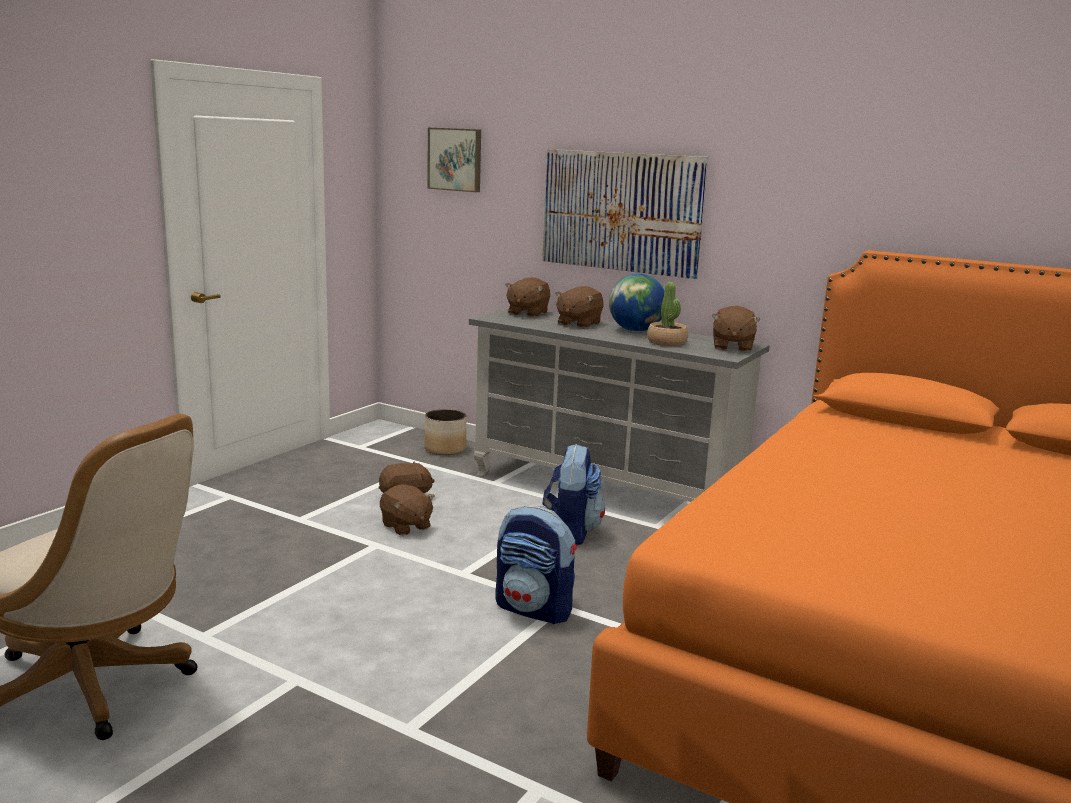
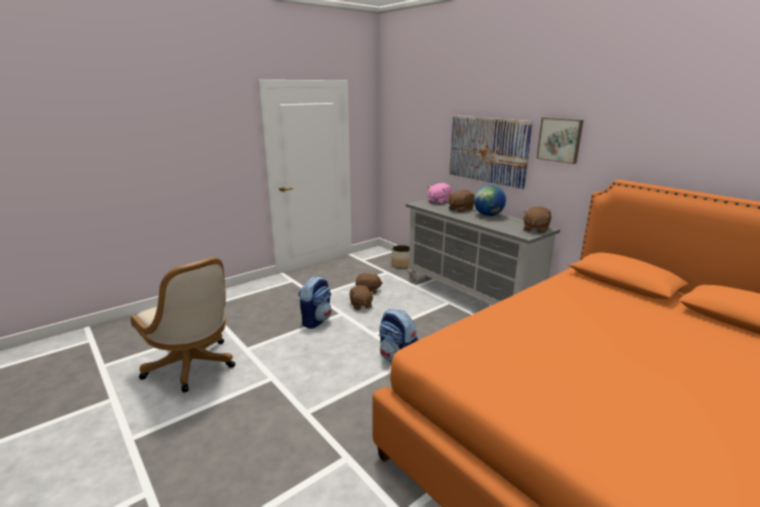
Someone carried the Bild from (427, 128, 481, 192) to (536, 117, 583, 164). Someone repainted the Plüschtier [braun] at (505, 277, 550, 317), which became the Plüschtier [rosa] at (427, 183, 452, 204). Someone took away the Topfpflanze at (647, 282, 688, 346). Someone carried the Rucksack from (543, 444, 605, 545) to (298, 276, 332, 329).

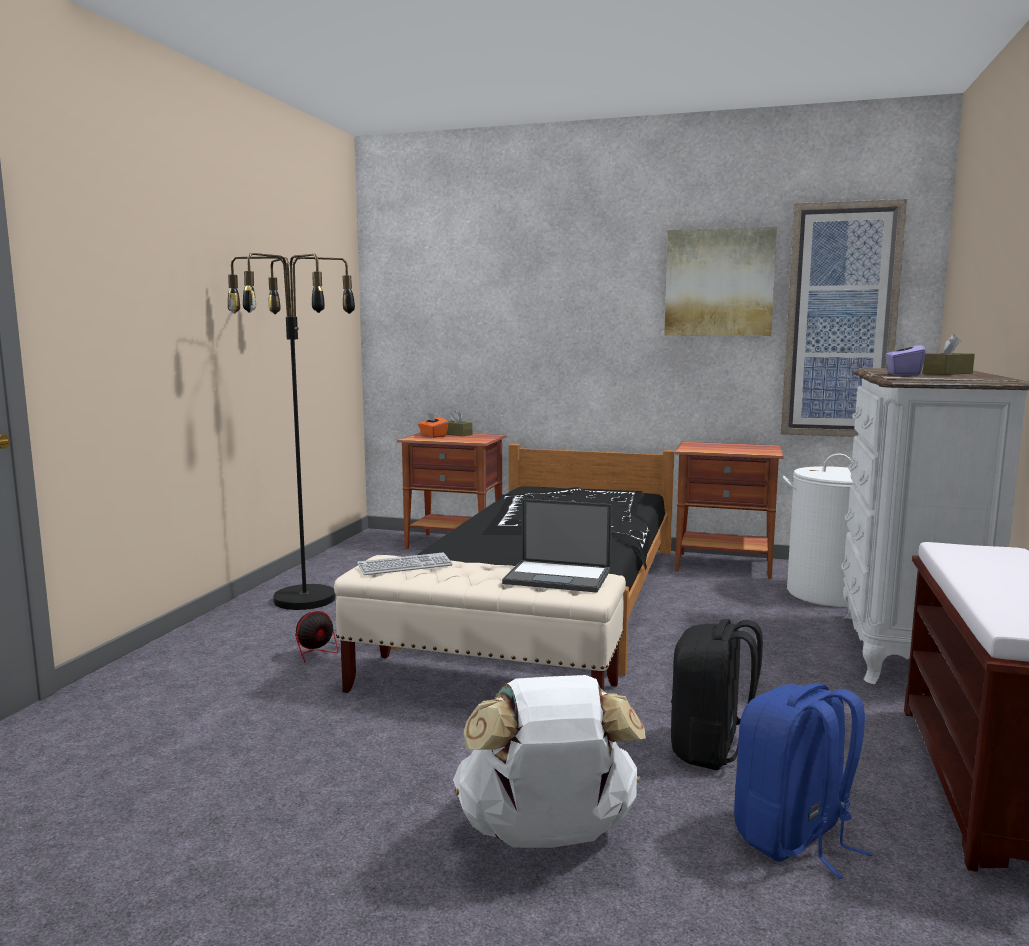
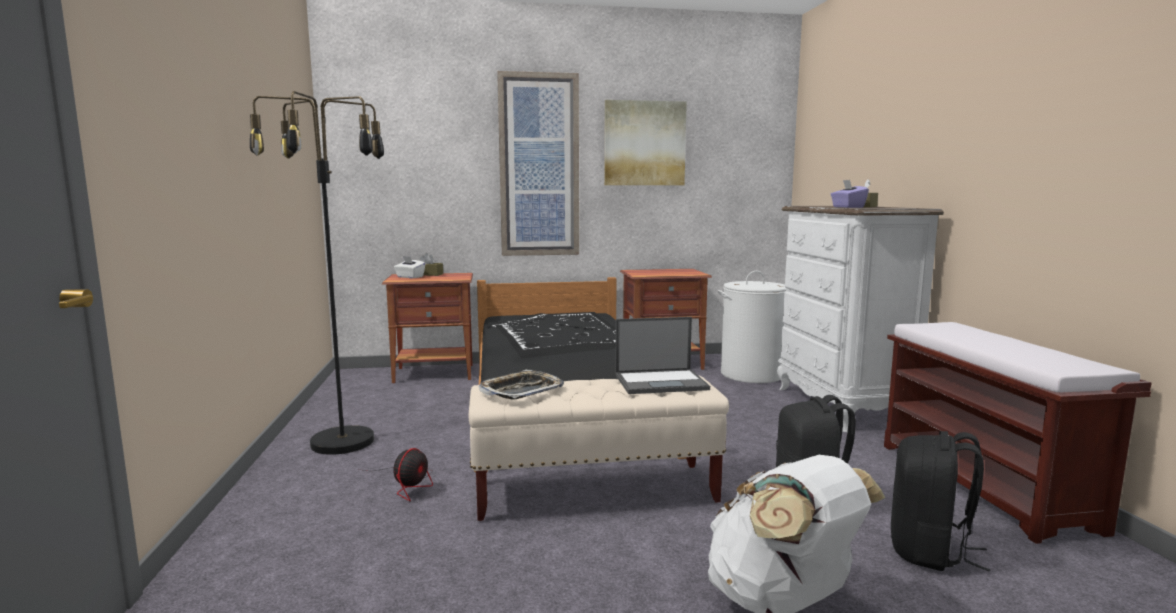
Someone carried the Bild from (781, 199, 907, 437) to (497, 71, 579, 256). Someone repainted the Taschentuchbox [orange] at (418, 413, 448, 438), which became the Taschentuchbox [weiß] at (394, 256, 425, 278). Someone swapped the Tastatur at (357, 553, 453, 575) for the Tablett at (478, 370, 564, 399). Someone repainted the Rucksack [blau] at (734, 683, 873, 879), which became the Rucksack [schwarz] at (891, 431, 991, 572).

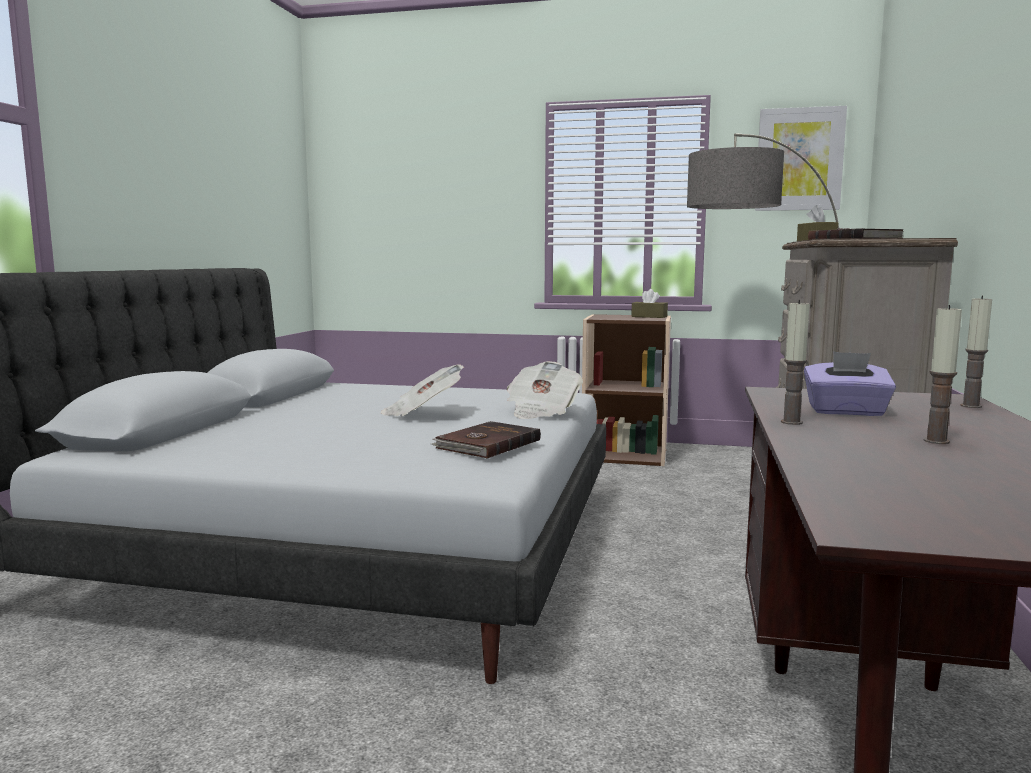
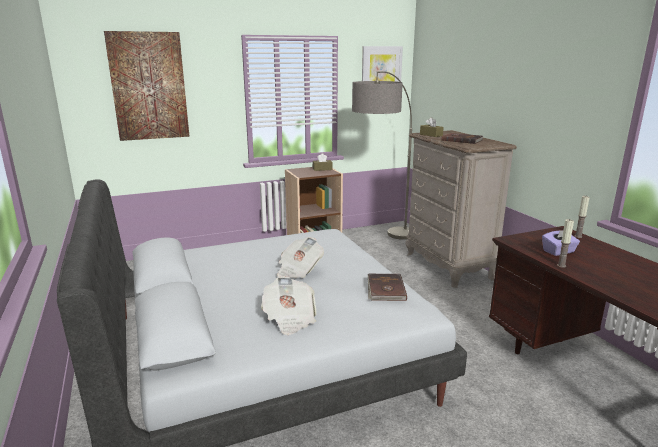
Someone took away the Kerze at (924, 305, 962, 444). Someone carried the Zeitung from (507, 361, 583, 419) to (261, 276, 316, 335). Someone put up the Bild at (104, 31, 190, 141).

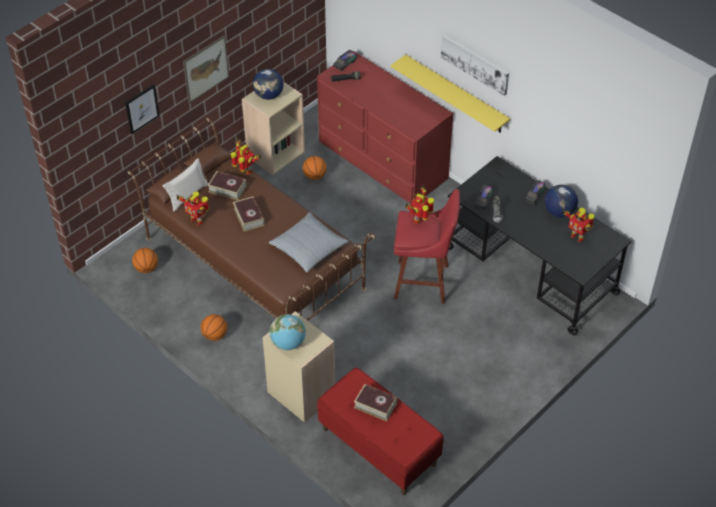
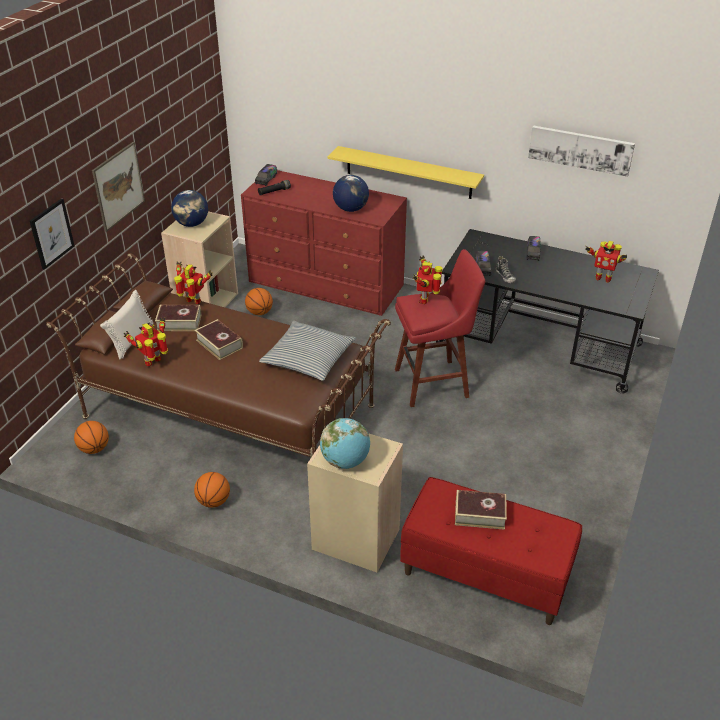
Someone carried the Bild from (441, 35, 509, 96) to (528, 125, 635, 177). Someone carried the Globus from (545, 184, 578, 218) to (333, 175, 369, 212). Someone rotated the Spielzeugroboter at (176, 192, 209, 226) by 120 degrees clockwise.

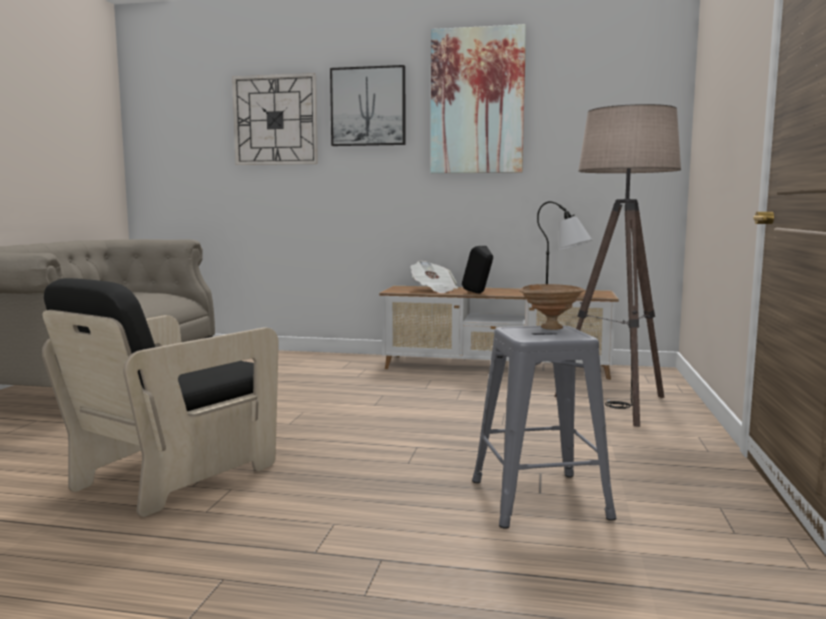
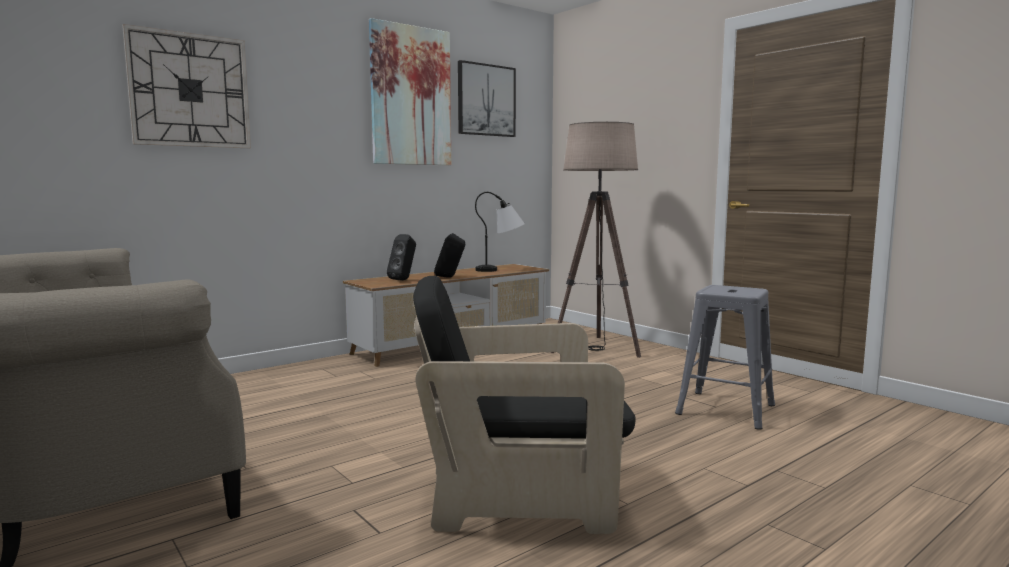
Someone carried the Bild from (330, 65, 405, 146) to (458, 60, 516, 137). Someone swapped the Zeitung at (411, 261, 458, 293) for the Lautsprecher [schwarz] at (387, 234, 416, 280). Someone rotated the Sessel [schwarz] at (42, 278, 279, 517) by 105 degrees clockwise. Someone took away the Schüssel [braun] at (519, 284, 585, 330).

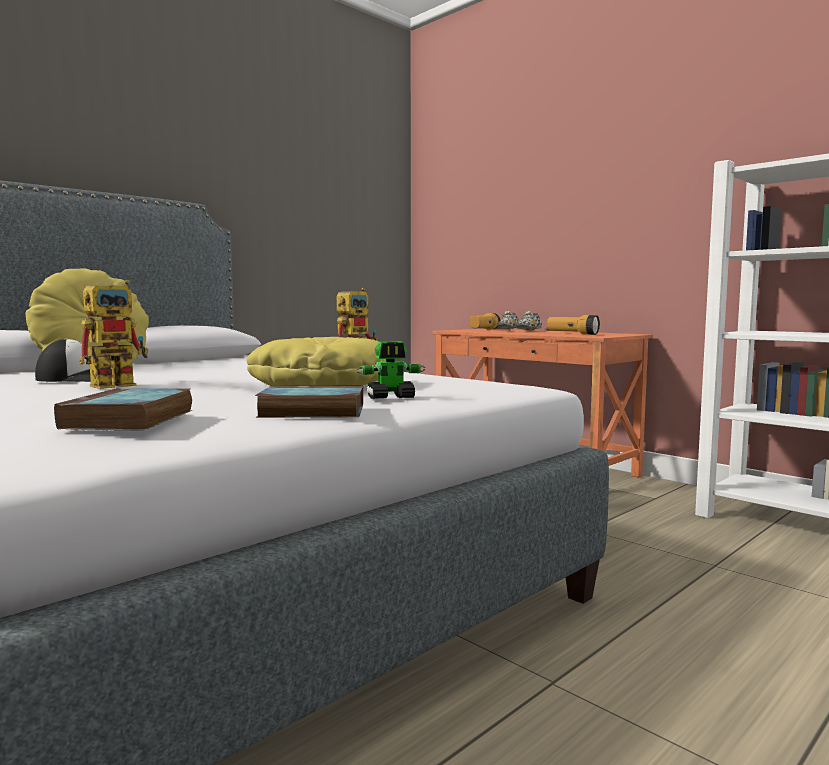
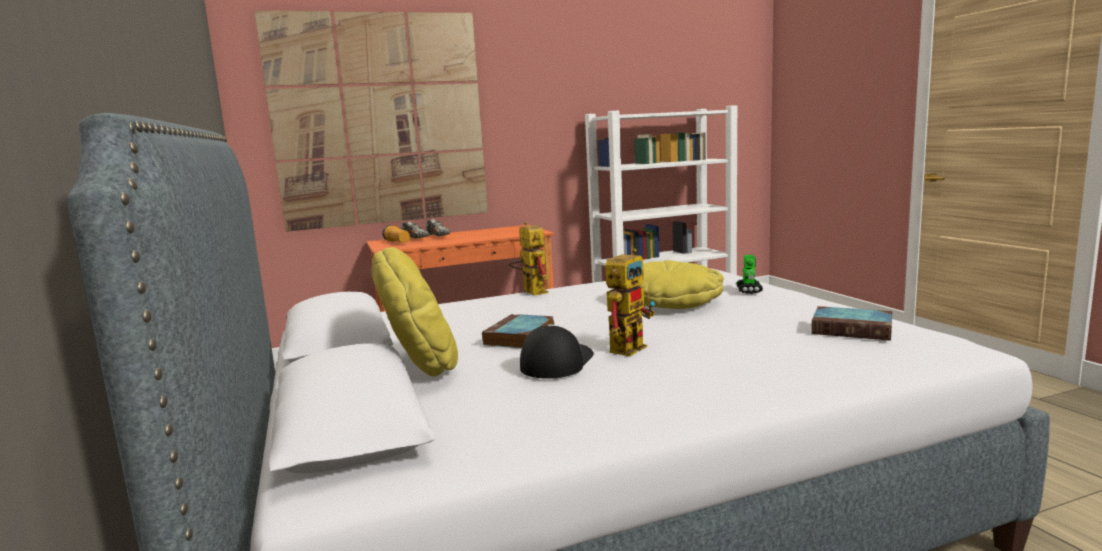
Someone rotated the Spielzeugroboter at (79, 280, 148, 389) by 60 degrees clockwise. Someone took away the Taschenlampe at (547, 315, 600, 335). Someone carried the Buch from (255, 386, 363, 418) to (482, 314, 554, 349). Someone put up the Bild at (254, 11, 488, 232).

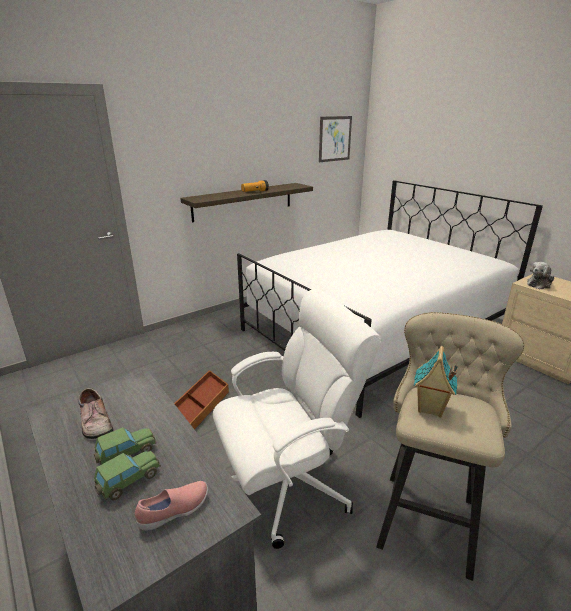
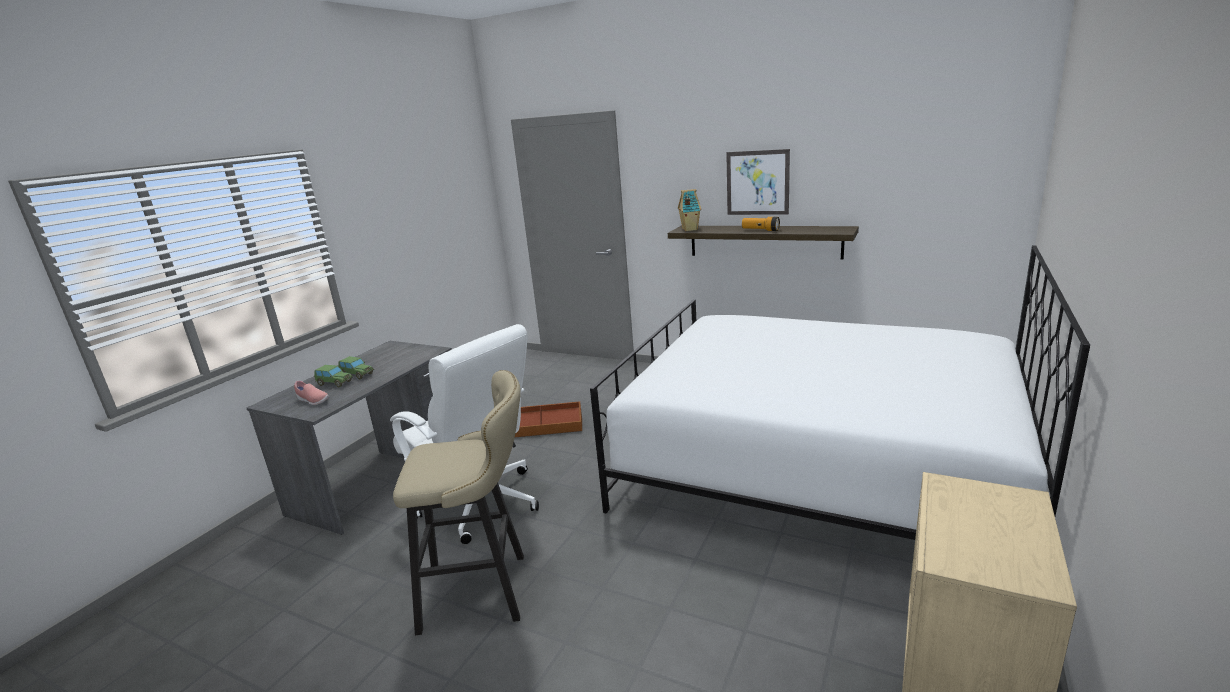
Someone carried the Bild from (319, 116, 352, 162) to (726, 149, 790, 215). Someone took away the Plüschtier at (527, 262, 554, 289). Someone carried the Spielzeughaus from (414, 346, 458, 418) to (678, 189, 701, 231). Someone took away the Schuh at (79, 388, 114, 439).

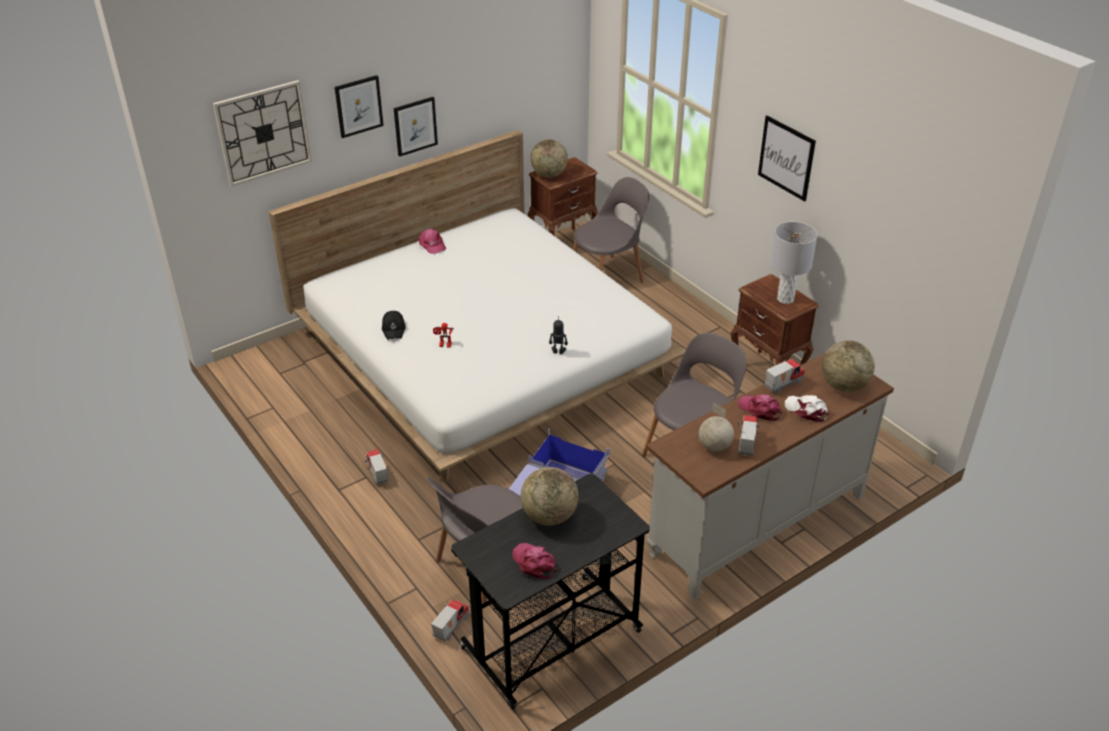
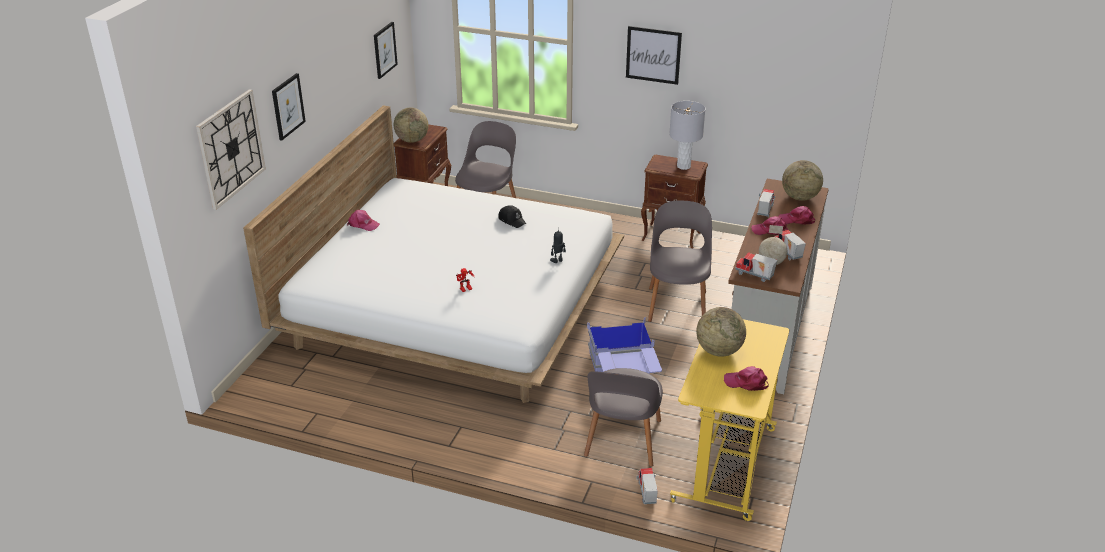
Someone carried the Bild from (394, 97, 438, 157) to (374, 22, 398, 79). Someone carried the Kappe [schwarz] from (382, 311, 406, 340) to (498, 205, 526, 228). Someone repainted the Kappe [weiß] at (785, 395, 830, 422), which became the Kappe [rosa] at (779, 206, 815, 224). Someone carried the Spielzeuglaster from (365, 449, 388, 484) to (735, 252, 778, 282). Someone repainted the Schreibtisch [schwarz] at (451, 474, 650, 710), which became the Schreibtisch [gelb] at (670, 319, 789, 521).

